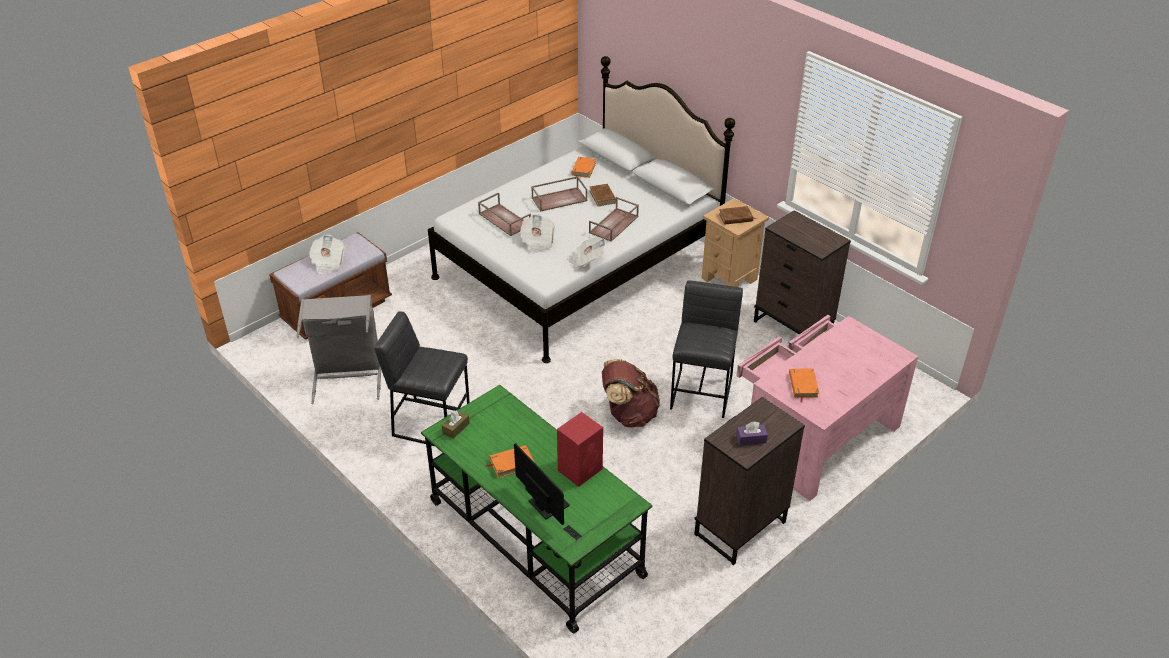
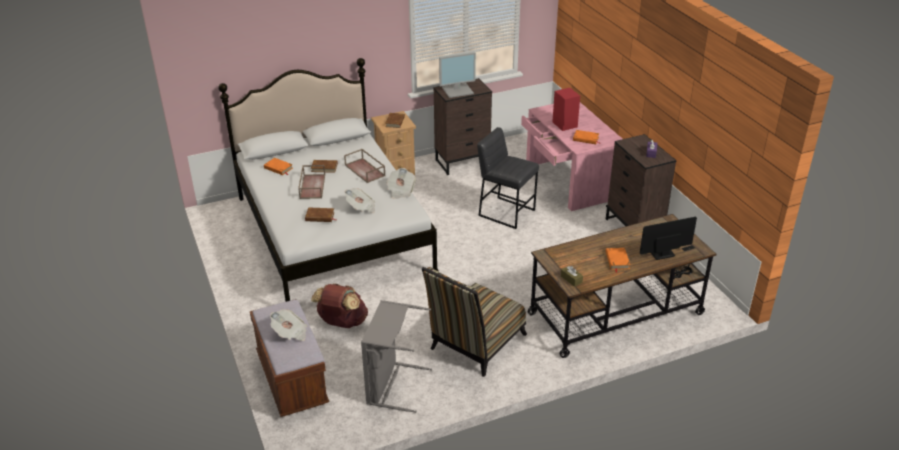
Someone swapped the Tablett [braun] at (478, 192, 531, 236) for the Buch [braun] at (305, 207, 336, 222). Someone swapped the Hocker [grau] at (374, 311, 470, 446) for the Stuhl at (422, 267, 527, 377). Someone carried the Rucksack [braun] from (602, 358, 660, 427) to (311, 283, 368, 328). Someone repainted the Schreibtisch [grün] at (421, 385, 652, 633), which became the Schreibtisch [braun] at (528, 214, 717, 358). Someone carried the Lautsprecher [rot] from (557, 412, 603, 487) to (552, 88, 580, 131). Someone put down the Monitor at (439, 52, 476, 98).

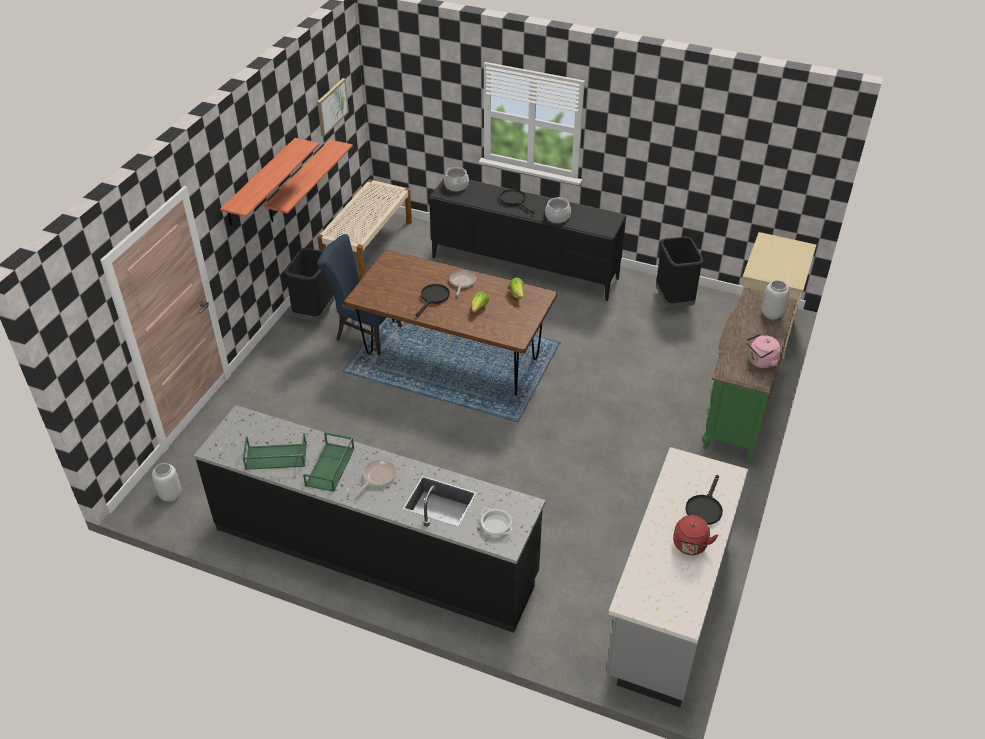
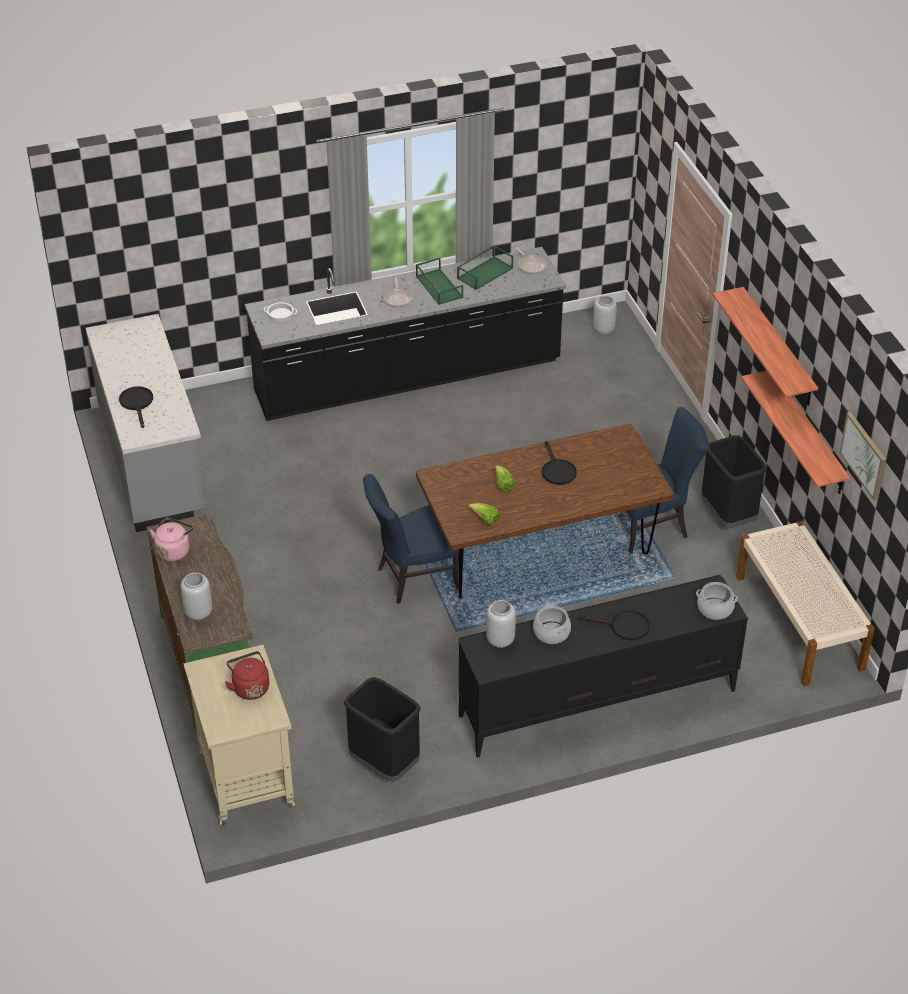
Someone carried the Pfanne from (450, 270, 476, 295) to (516, 248, 547, 274). Someone carried the Wasserkessel [rot] from (673, 515, 718, 555) to (225, 651, 269, 700). Someone put down the Stuhl [blau] at (363, 474, 459, 604). Someone put down the Vase [grau] at (486, 600, 516, 648).

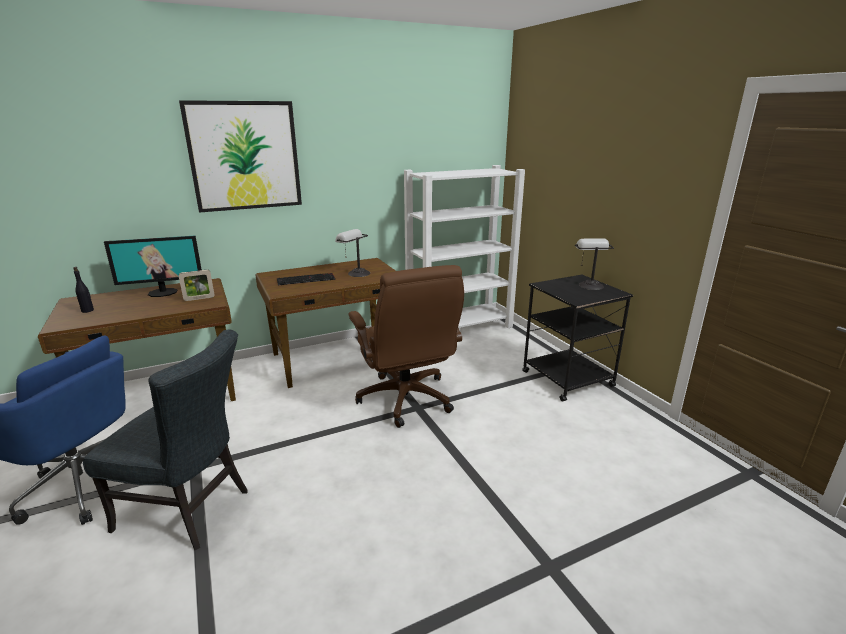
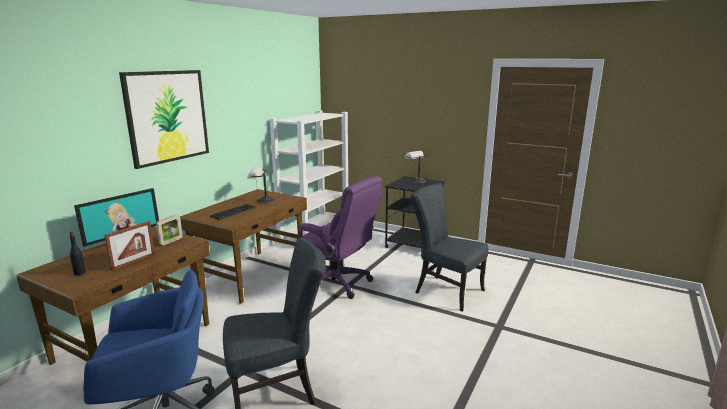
Someone repainted the Bürostuhl [braun] at (348, 265, 464, 428), which became the Bürostuhl [lila] at (298, 176, 382, 299). Someone put down the Stuhl [grau] at (410, 183, 488, 312). Someone put down the Bilderrahmen at (104, 221, 155, 271).

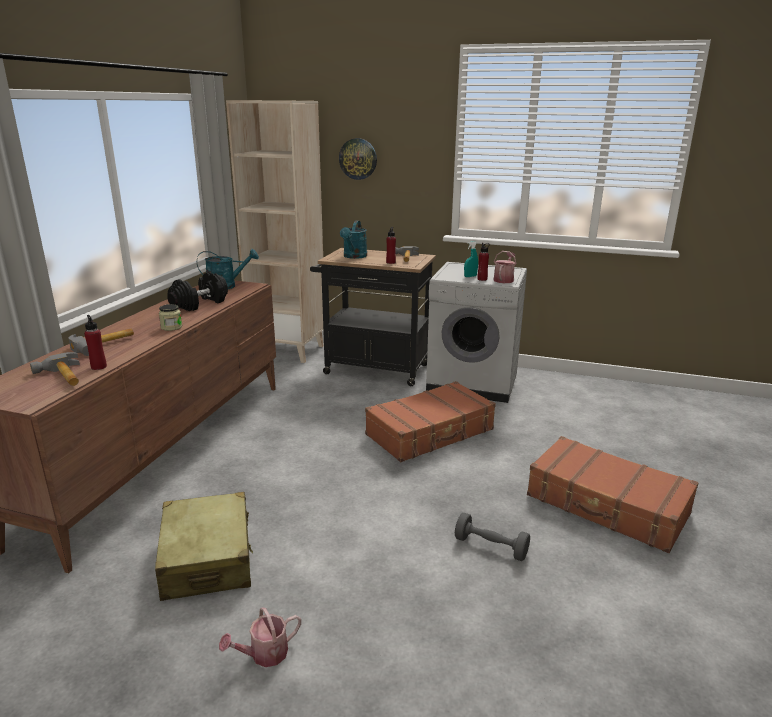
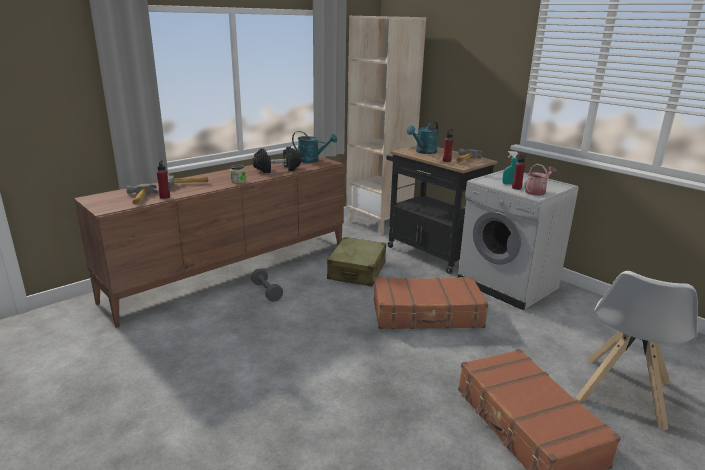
Someone took away the Wanduhr at (339, 138, 377, 180). Someone carried the Koffer [beige] from (155, 492, 253, 601) to (327, 237, 386, 287). Someone carried the Hantel [grau] from (455, 513, 530, 561) to (251, 269, 283, 302). Someone took away the Gießkanne at (219, 607, 301, 667). Someone put down the Stuhl at (576, 271, 698, 430).

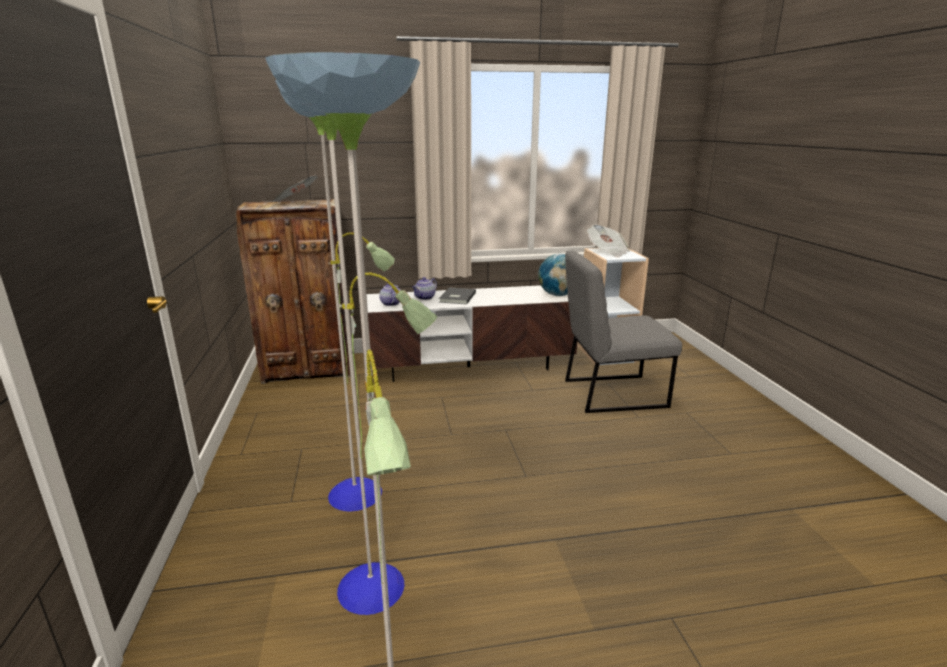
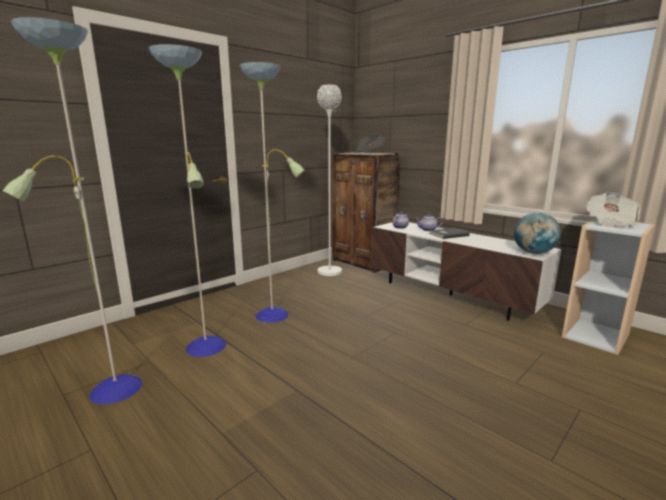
Someone took away the Stuhl [grau] at (565, 250, 682, 413). Someone put down the Stehlampe [weiß] at (317, 84, 342, 276).

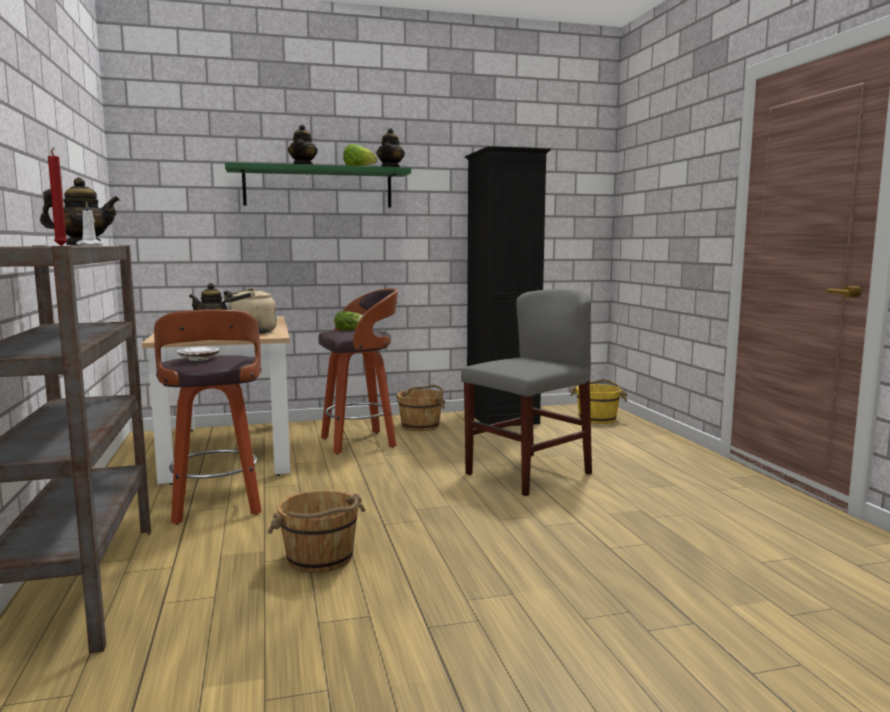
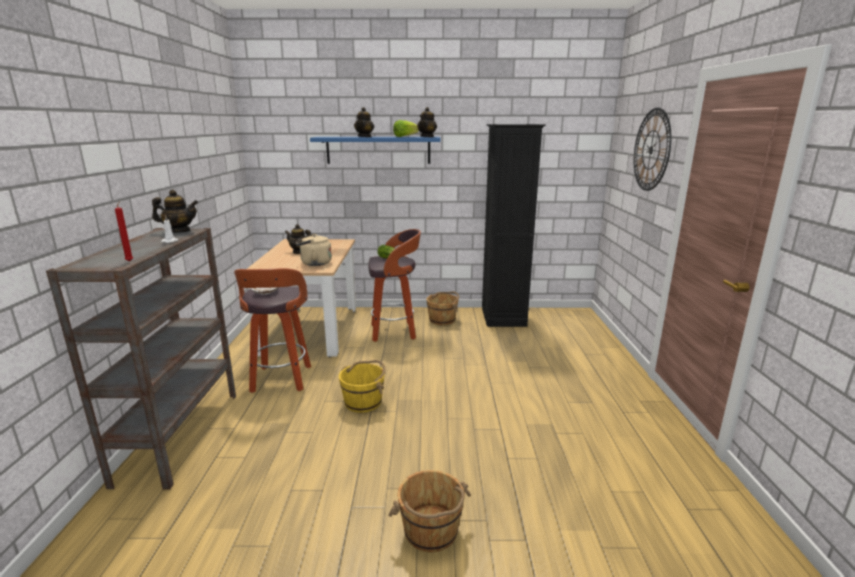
Someone repainted the Wandregal [grün] at (225, 162, 411, 207), which became the Wandregal [blau] at (310, 137, 441, 164). Someone took away the Stuhl [grau] at (461, 289, 592, 496). Someone carried the Eimer [gelb] from (570, 379, 627, 424) to (339, 360, 386, 413). Someone carried the Eimer [braun] from (267, 490, 365, 573) to (388, 470, 471, 552). Someone put up the Wanduhr at (634, 108, 671, 191).

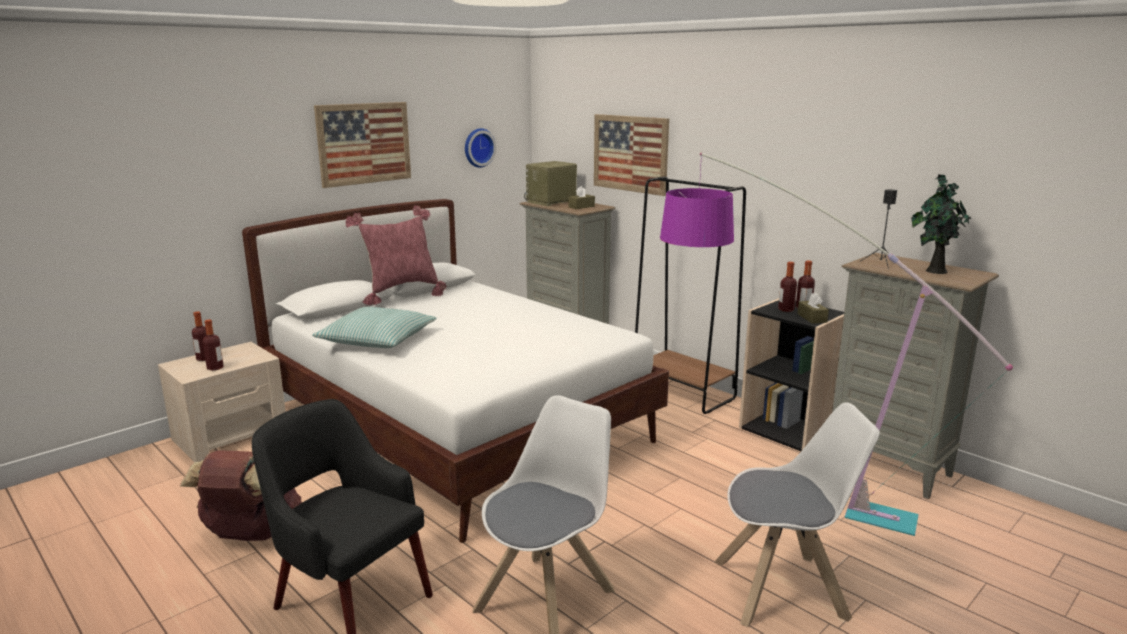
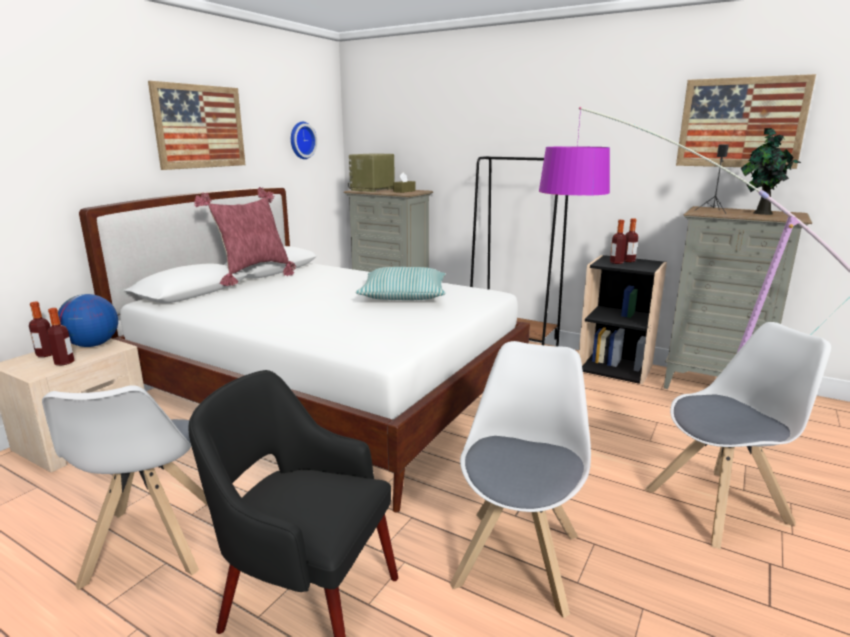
Someone carried the Bild from (594, 114, 669, 196) to (676, 74, 816, 169). Someone took away the Taschentuchbox [braun] at (797, 293, 829, 324). Someone carried the Kissen from (312, 307, 437, 348) to (356, 267, 446, 300). Someone swapped the Rucksack [braun] at (180, 450, 302, 541) for the Stuhl at (42, 385, 208, 590). Someone put down the Globus at (58, 294, 118, 347).

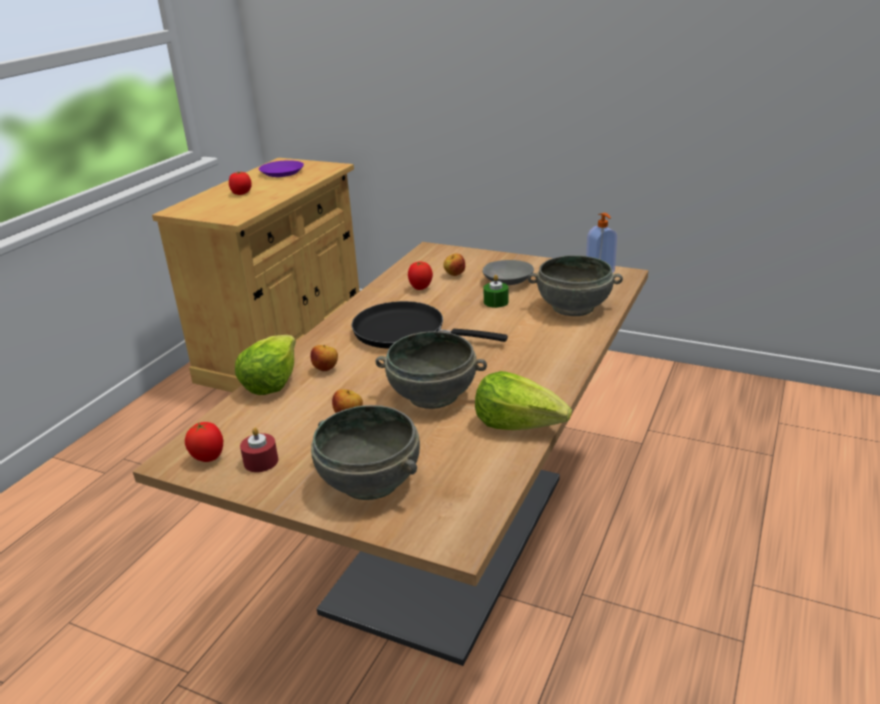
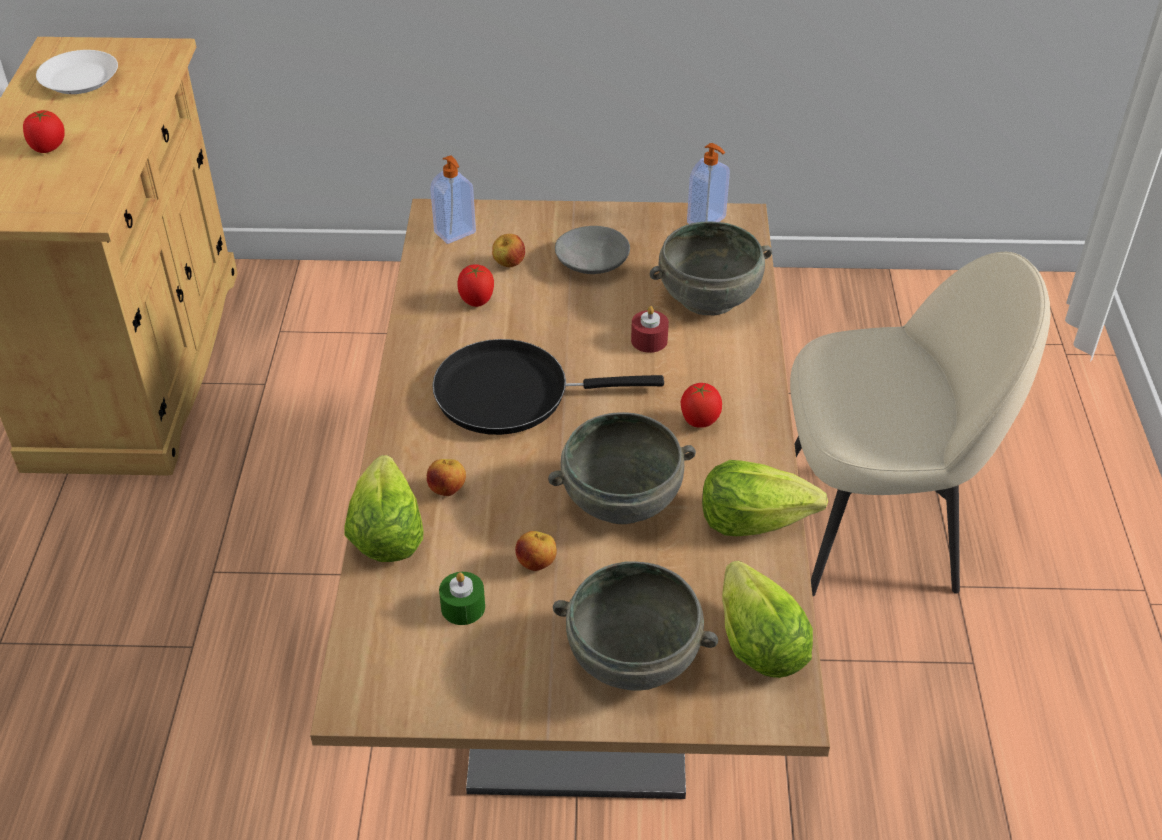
Someone repainted the Teller [lila] at (259, 160, 304, 177), which became the Teller [weiß] at (36, 50, 118, 94). Someone carried the Kerze [grün] from (484, 275, 509, 308) to (439, 572, 485, 625). Someone carried the Tomate from (185, 422, 223, 462) to (681, 383, 722, 428). Someone carried the Kerze [rot] from (240, 428, 278, 472) to (631, 306, 669, 353). Someone put down the Seifenspender at (430, 155, 476, 244). Someone put down the Stuhl [beige] at (790, 252, 1050, 597). Someone put down the Salatkopf at (722, 561, 813, 678).

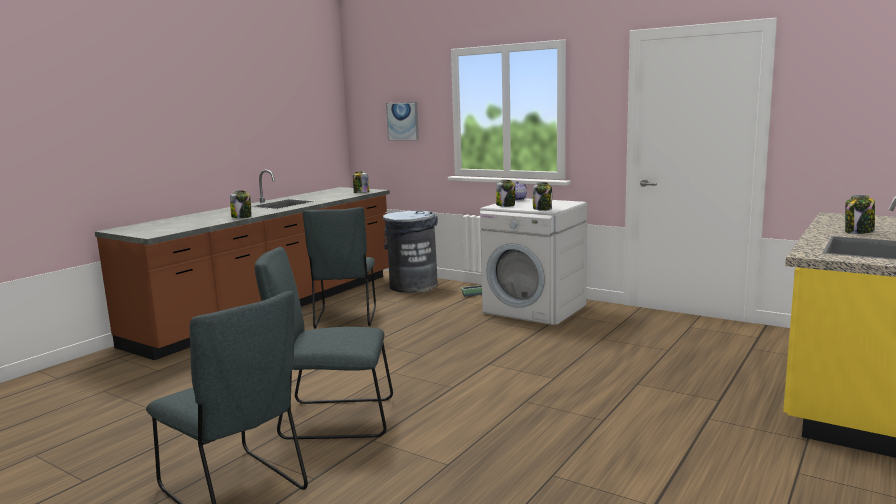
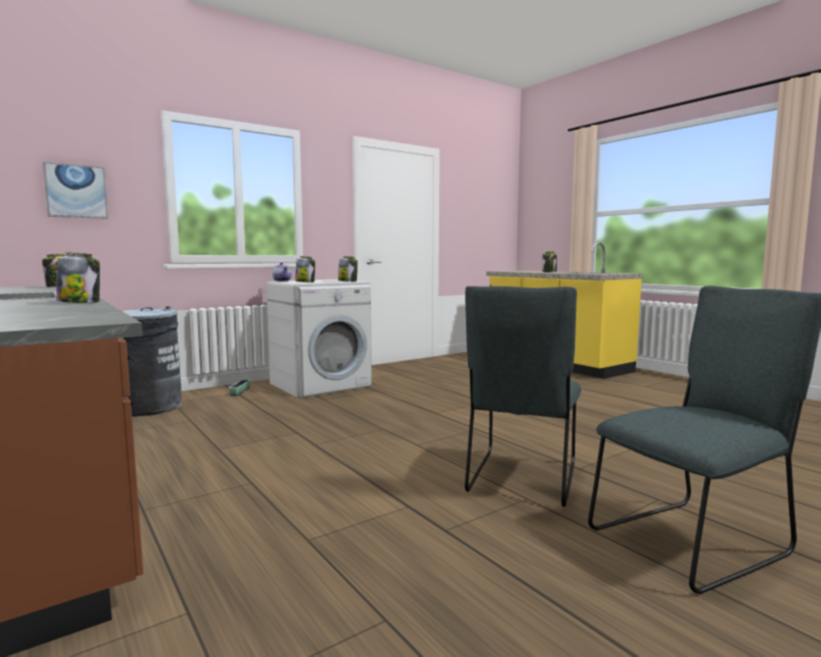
Someone took away the Stuhl [grau] at (303, 207, 376, 329).

